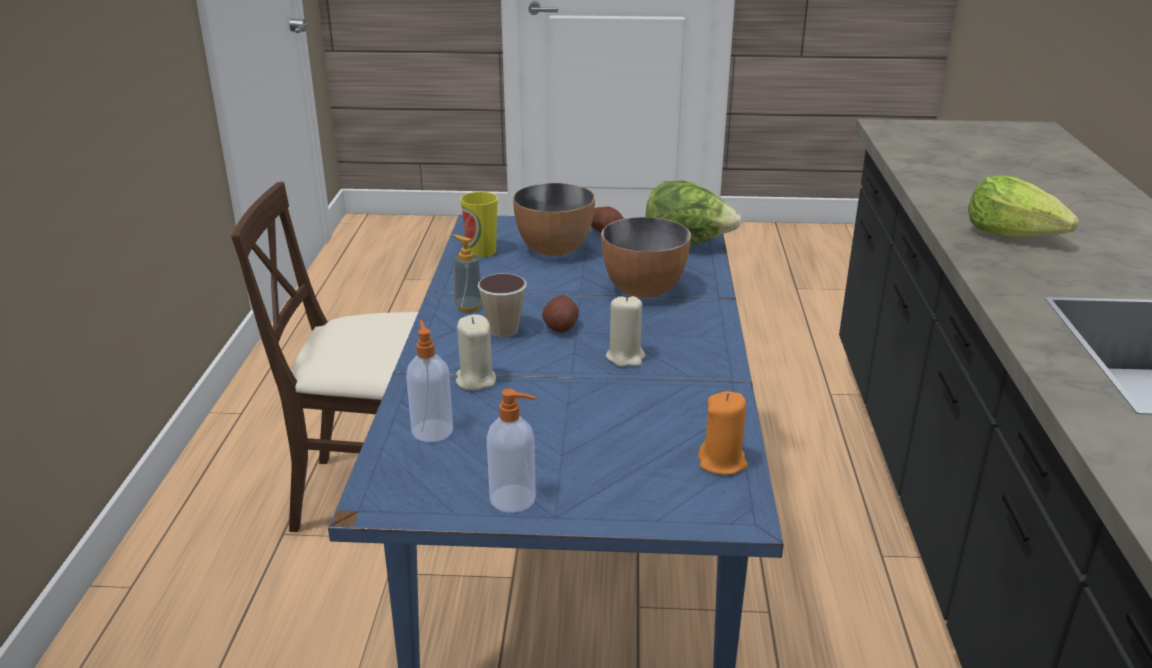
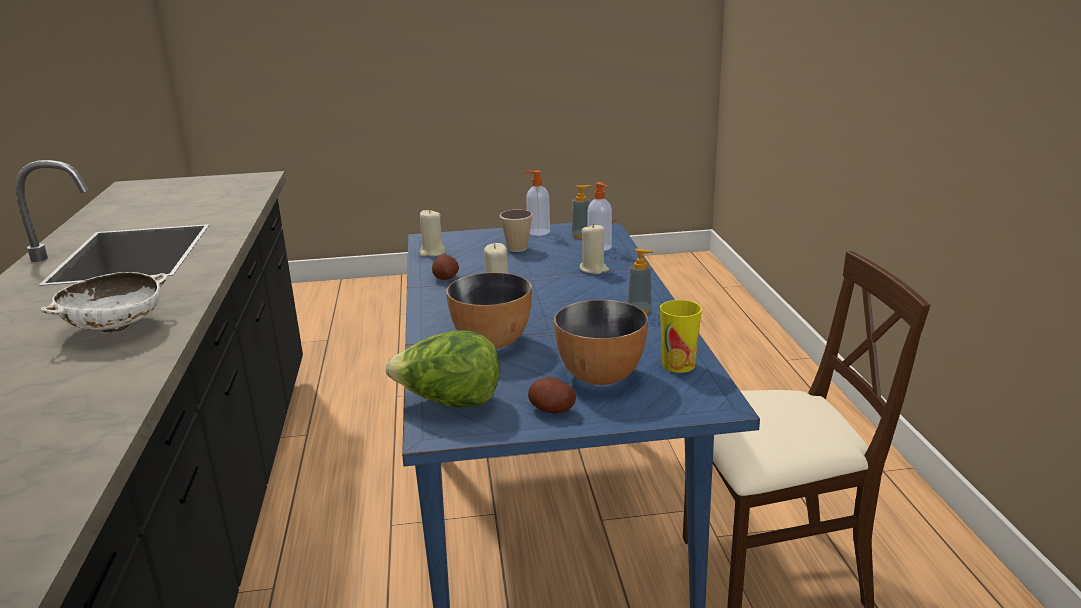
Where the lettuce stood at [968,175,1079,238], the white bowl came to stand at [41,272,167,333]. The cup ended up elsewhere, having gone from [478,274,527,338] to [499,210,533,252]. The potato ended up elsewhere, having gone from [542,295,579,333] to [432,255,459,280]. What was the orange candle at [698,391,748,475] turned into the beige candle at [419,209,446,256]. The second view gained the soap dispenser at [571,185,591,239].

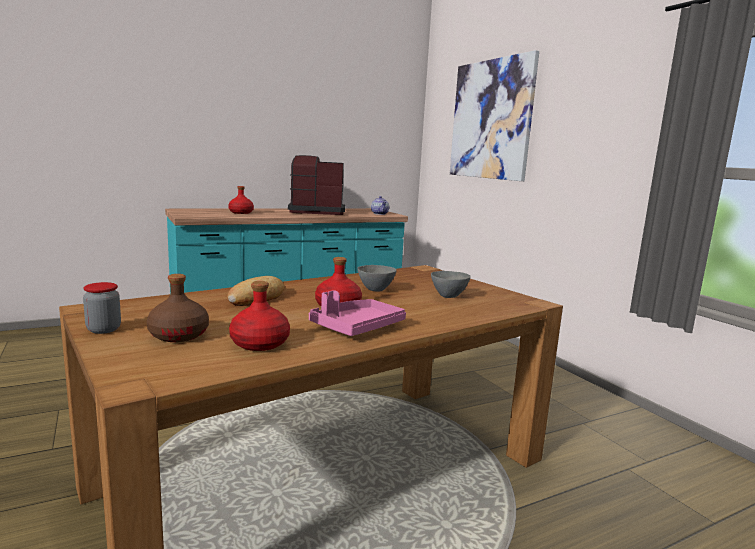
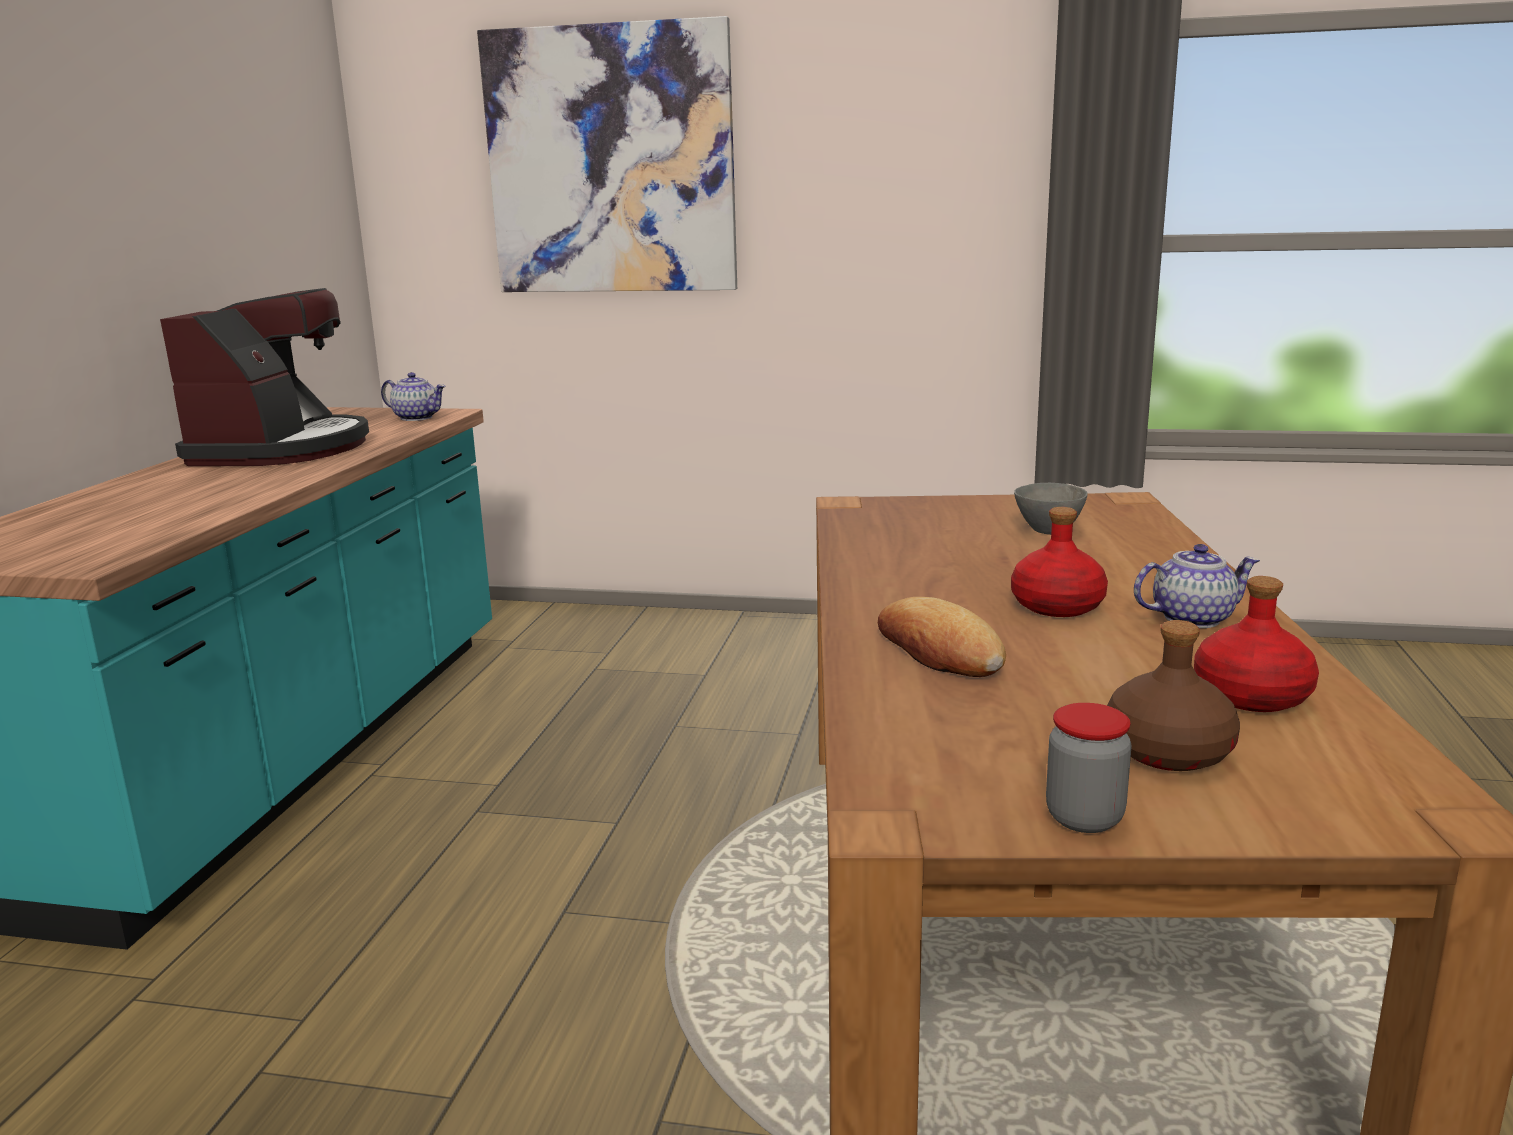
The coffee machine at [288,155,345,215] ended up facing another way, 150 degrees clockwise from before. The second view lost the red bottle at [228,186,254,214]. The second view lost the grey bowl at [358,265,397,292]. Where the pink tray stood at [309,290,406,336], the teapot came to stand at [1134,544,1260,628].

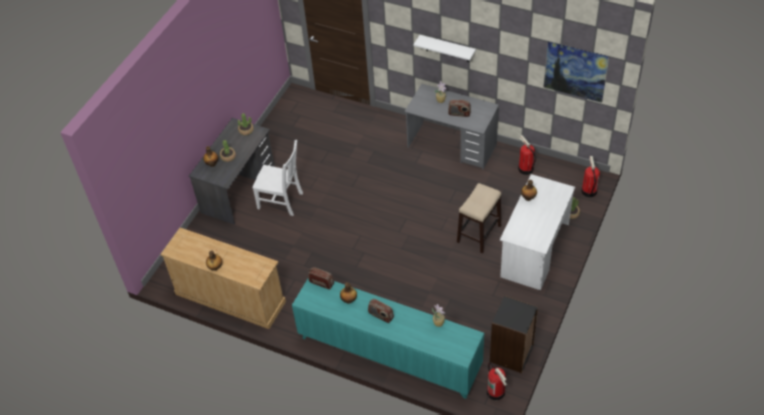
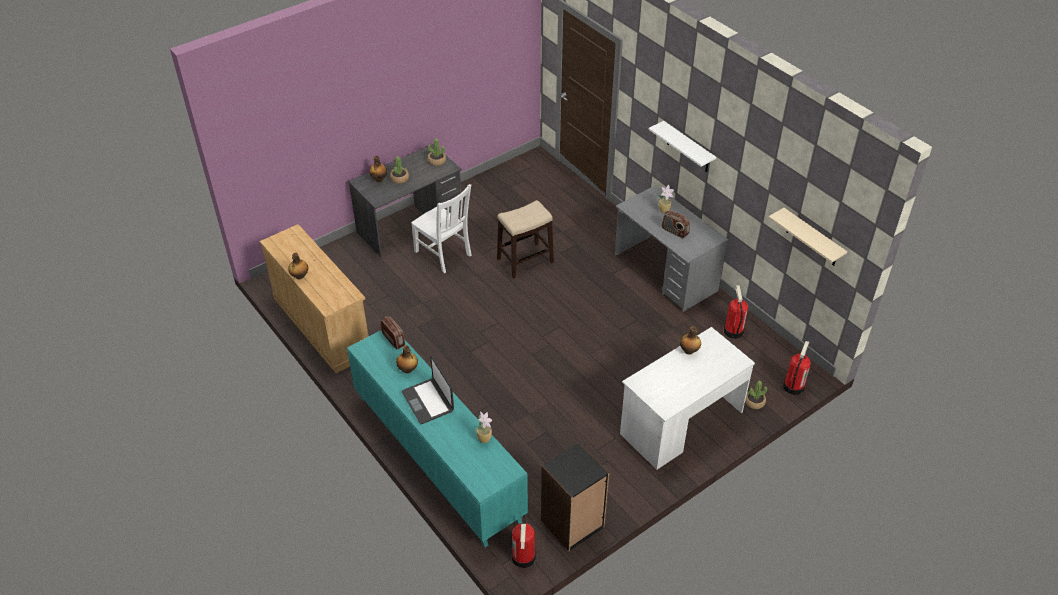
Where the picture hung at [544,41,609,103], the beige shelf came to hang at [768,208,847,266]. The stool ended up elsewhere, having gone from [457,183,501,254] to [497,200,554,279]. Where the radio stood at [368,299,394,323], the laptop came to stand at [402,356,454,424].

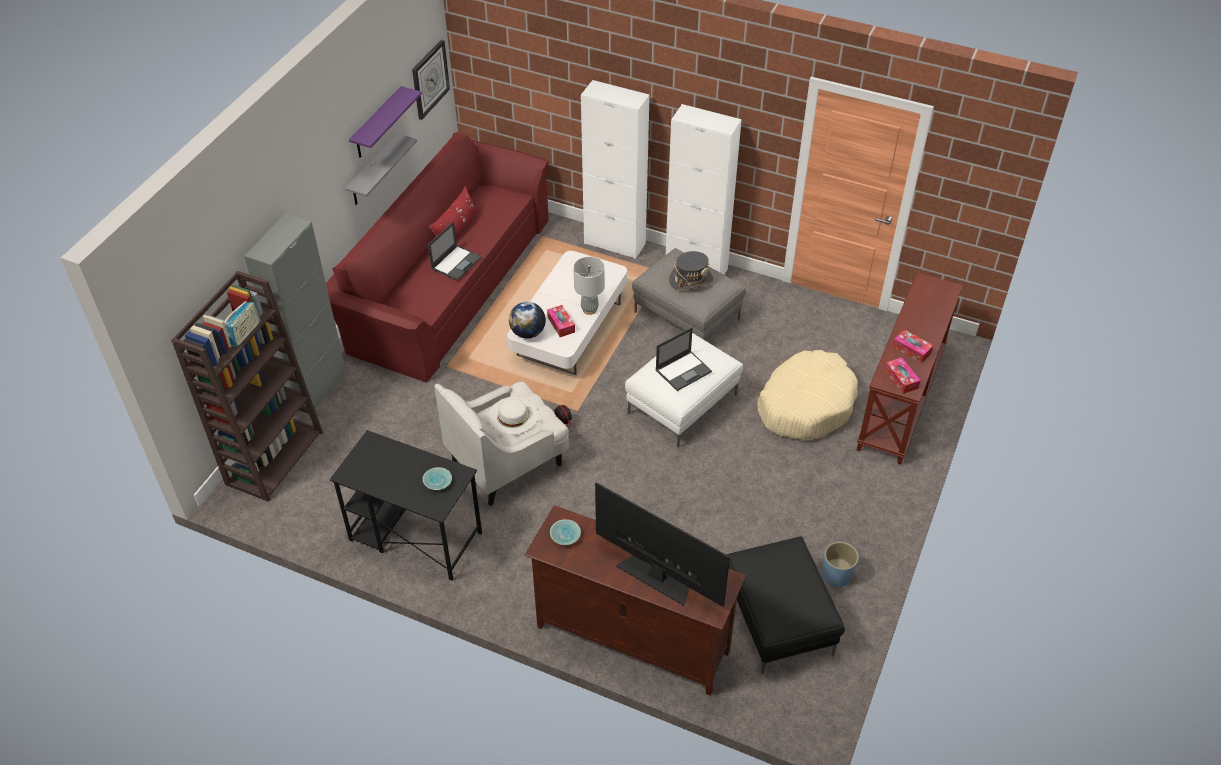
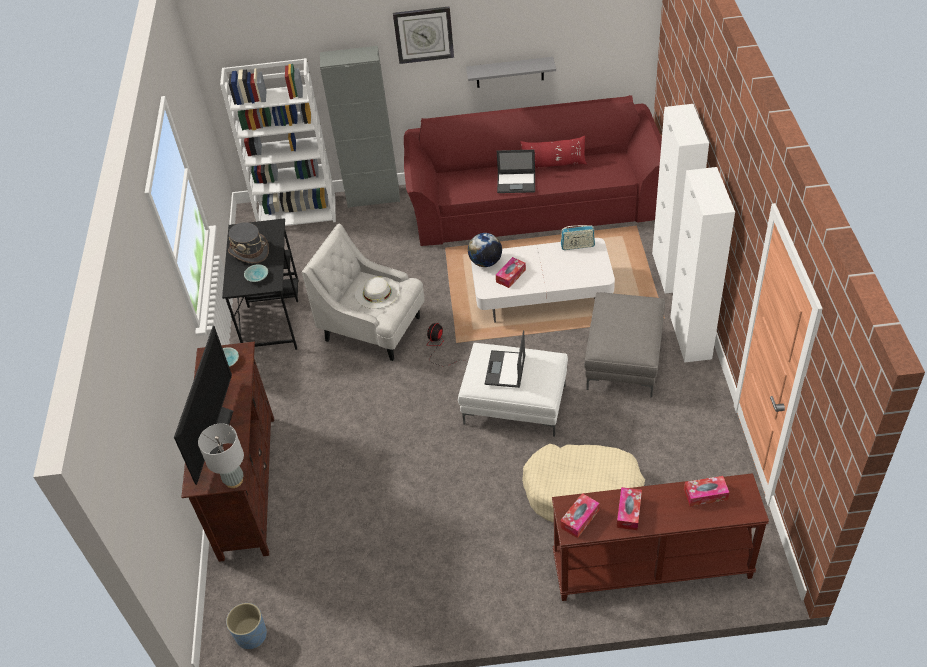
The wall clock ended up elsewhere, having gone from [412,39,450,120] to [393,6,454,64]. The second view lost the purple shelf at [349,86,422,158]. The grey hat ended up elsewhere, having gone from [669,251,713,290] to [228,222,269,263]. The grey table lamp ended up elsewhere, having gone from [573,257,605,315] to [198,423,244,488]. What was the brown bookcase at [171,271,323,502] turned into the white bookcase at [220,58,336,226]. The radio ended up elsewhere, having gone from [224,301,260,347] to [561,225,595,250]. The laptop at [656,327,712,391] ended up facing another way, 75 degrees clockwise from before. The second view lost the black ottoman at [726,536,845,674]. The blue planter ended up elsewhere, having gone from [822,542,859,588] to [226,603,267,649]. The second view gained the tissue box at [684,476,729,506].

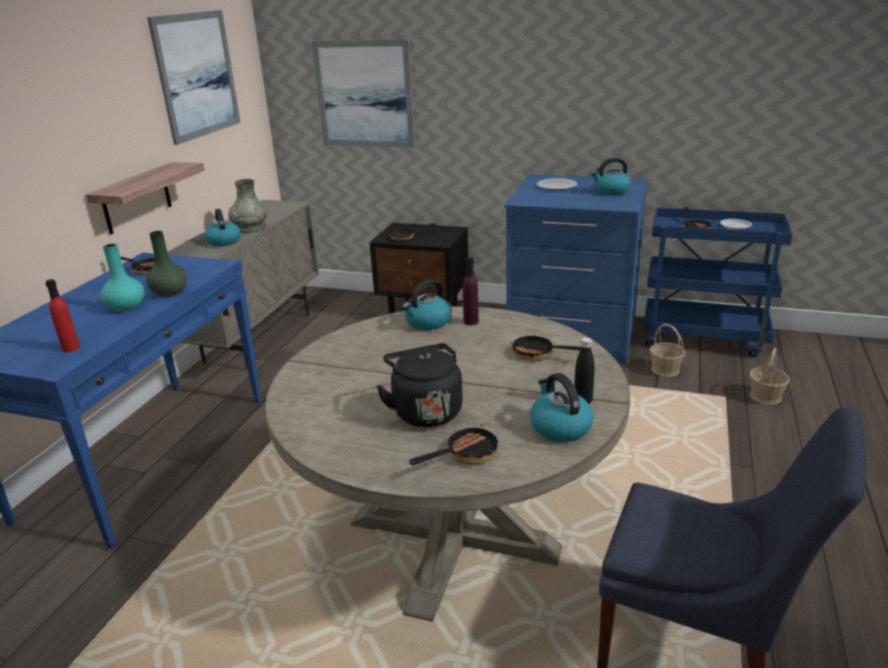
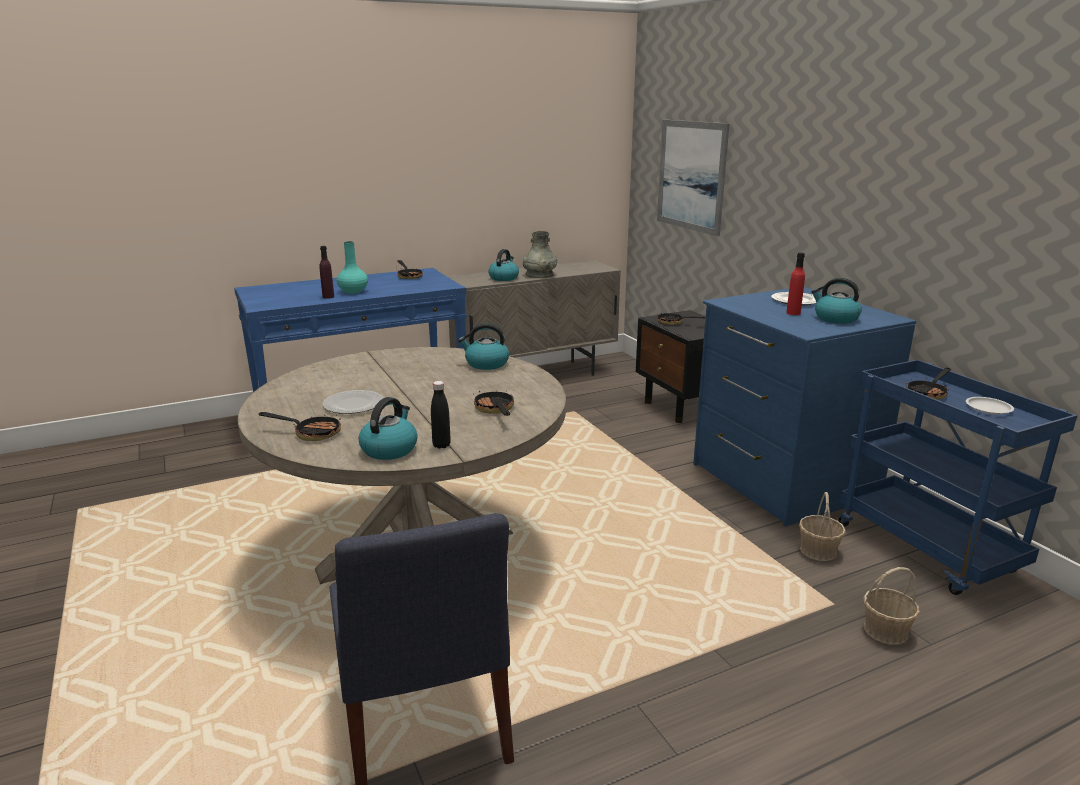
The second view lost the picture at [147,10,241,145]. The second view lost the shelf at [86,162,205,234]. The second view lost the green vase at [146,231,187,297]. The purple bottle ended up elsewhere, having gone from [463,257,479,325] to [319,246,334,299]. The red bottle ended up elsewhere, having gone from [45,279,80,352] to [786,252,805,315]. Where the black kettle stood at [376,343,463,427], the plate came to stand at [322,390,384,414].

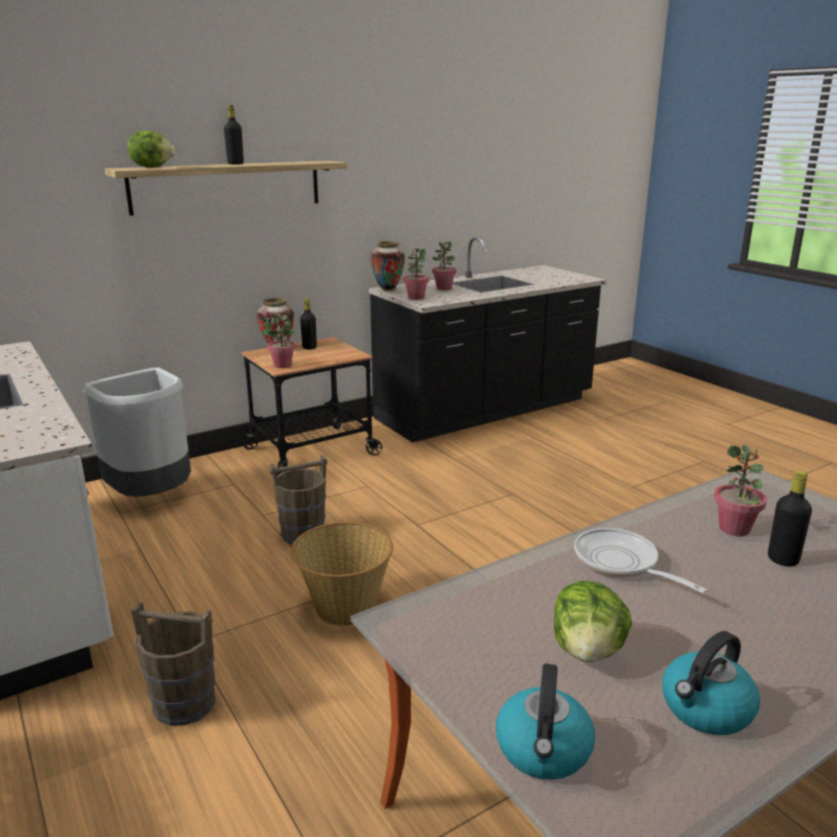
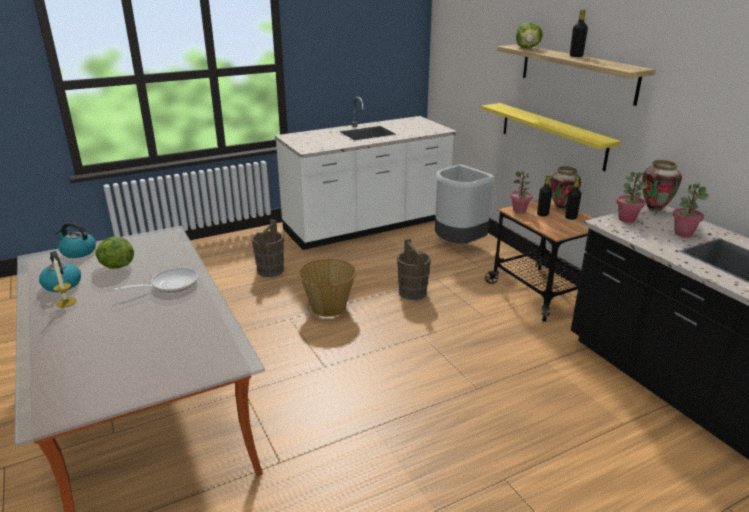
The second view lost the potted plant at [714,444,767,536]. The black bottle ended up elsewhere, having gone from [768,471,812,566] to [537,175,553,216]. The second view gained the yellow shelf at [481,103,622,172]. The second view gained the candle at [53,258,77,308].

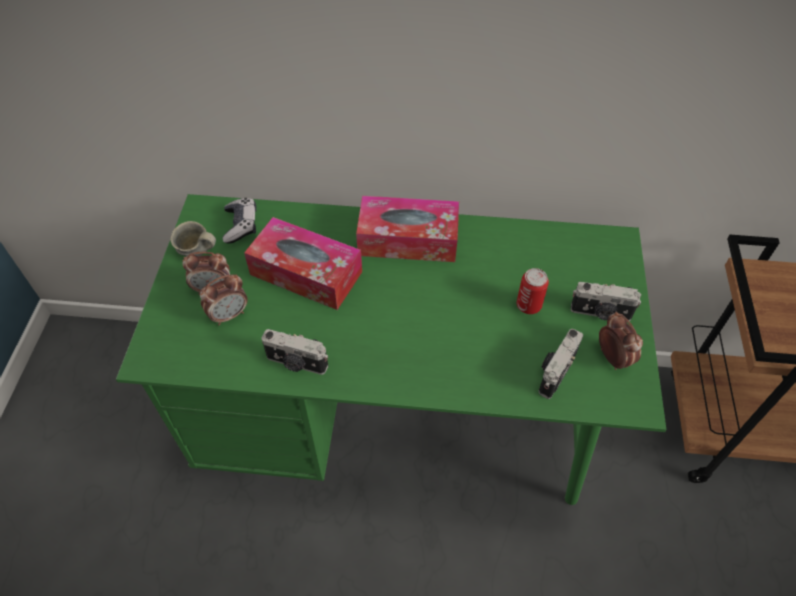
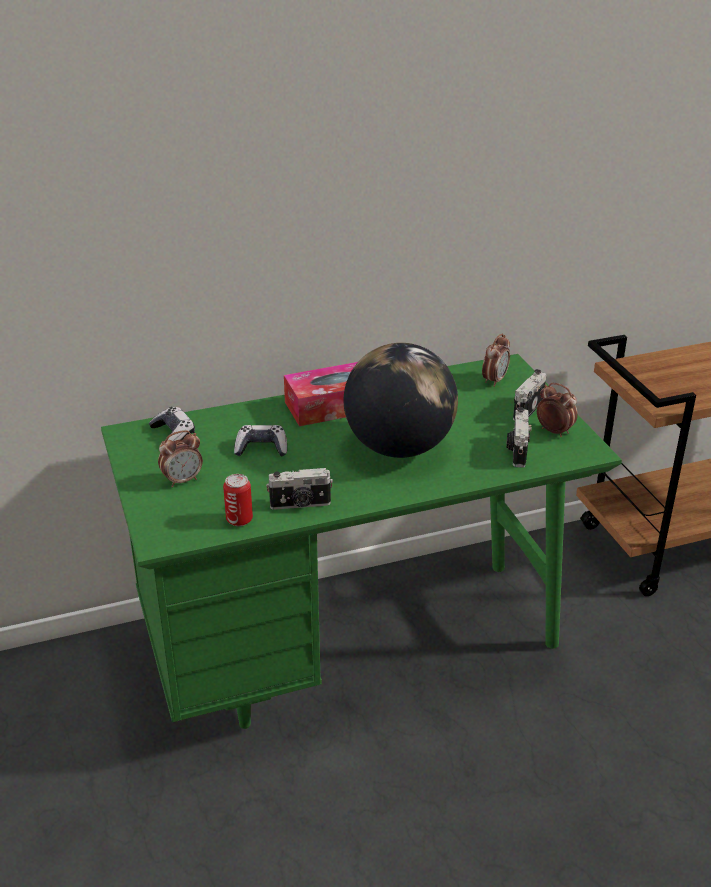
Where the tissue box stood at [244,217,362,310], the game controller came to stand at [234,425,287,457]. The second view lost the grey mug at [170,221,216,257]. The can ended up elsewhere, having gone from [517,268,549,314] to [223,474,253,526]. The alarm clock ended up elsewhere, having gone from [200,274,248,326] to [482,334,510,387]. The photo camera at [571,282,641,321] ended up facing another way, 135 degrees clockwise from before. The second view gained the globe at [344,343,458,458].

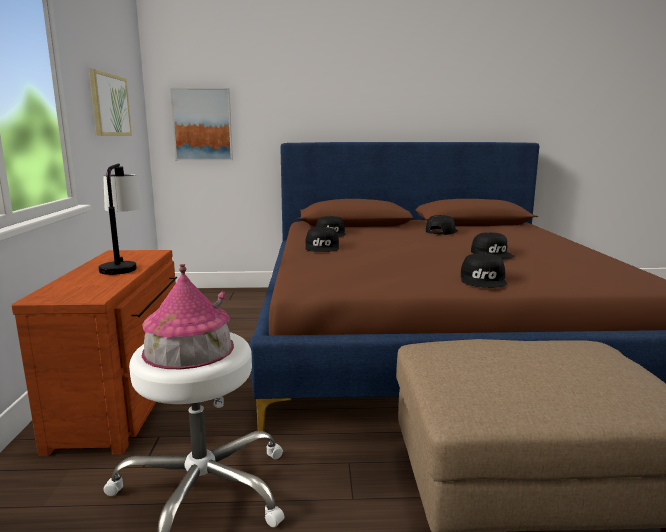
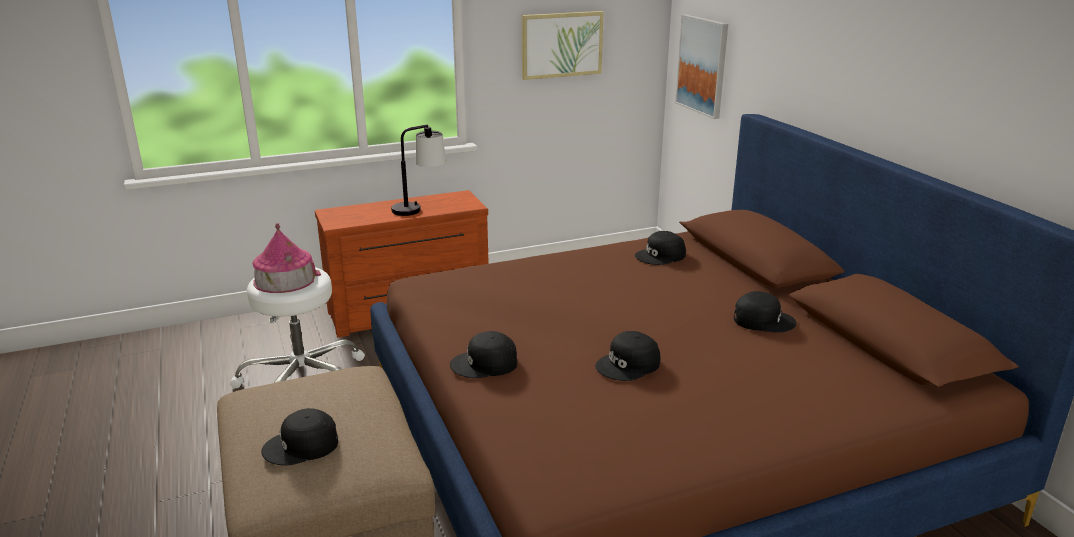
The black cap ended up elsewhere, having gone from [305,227,339,252] to [261,408,338,466].

